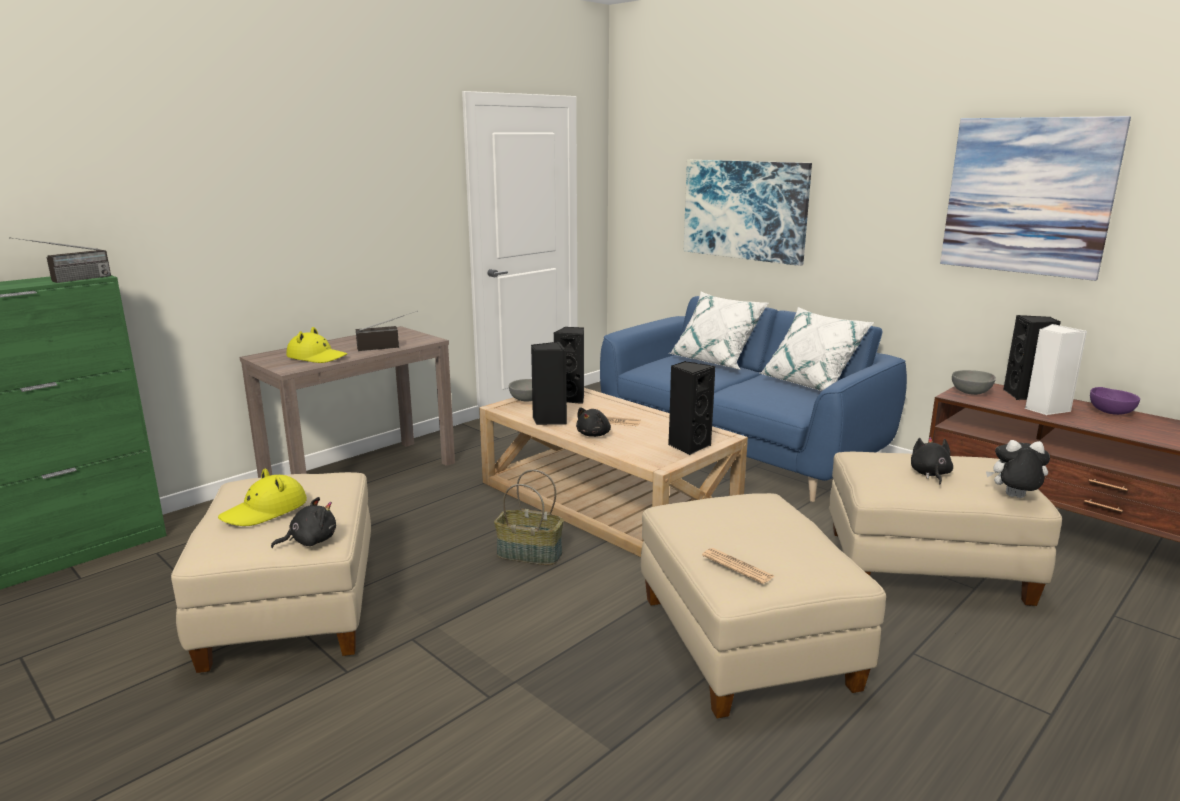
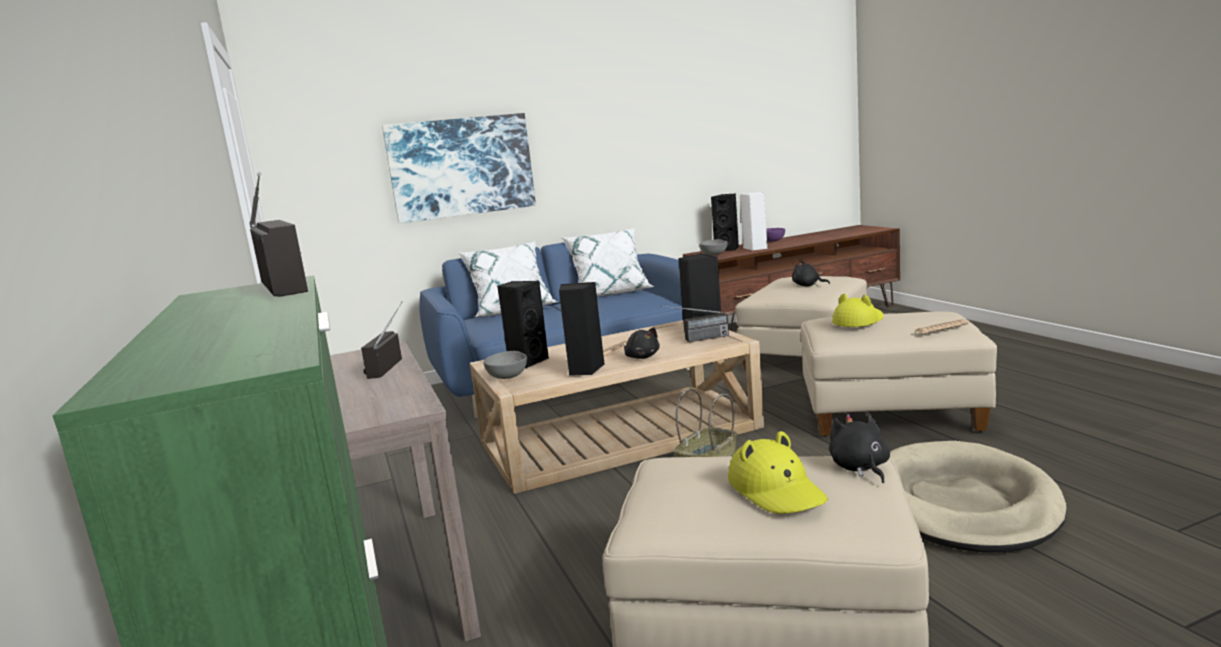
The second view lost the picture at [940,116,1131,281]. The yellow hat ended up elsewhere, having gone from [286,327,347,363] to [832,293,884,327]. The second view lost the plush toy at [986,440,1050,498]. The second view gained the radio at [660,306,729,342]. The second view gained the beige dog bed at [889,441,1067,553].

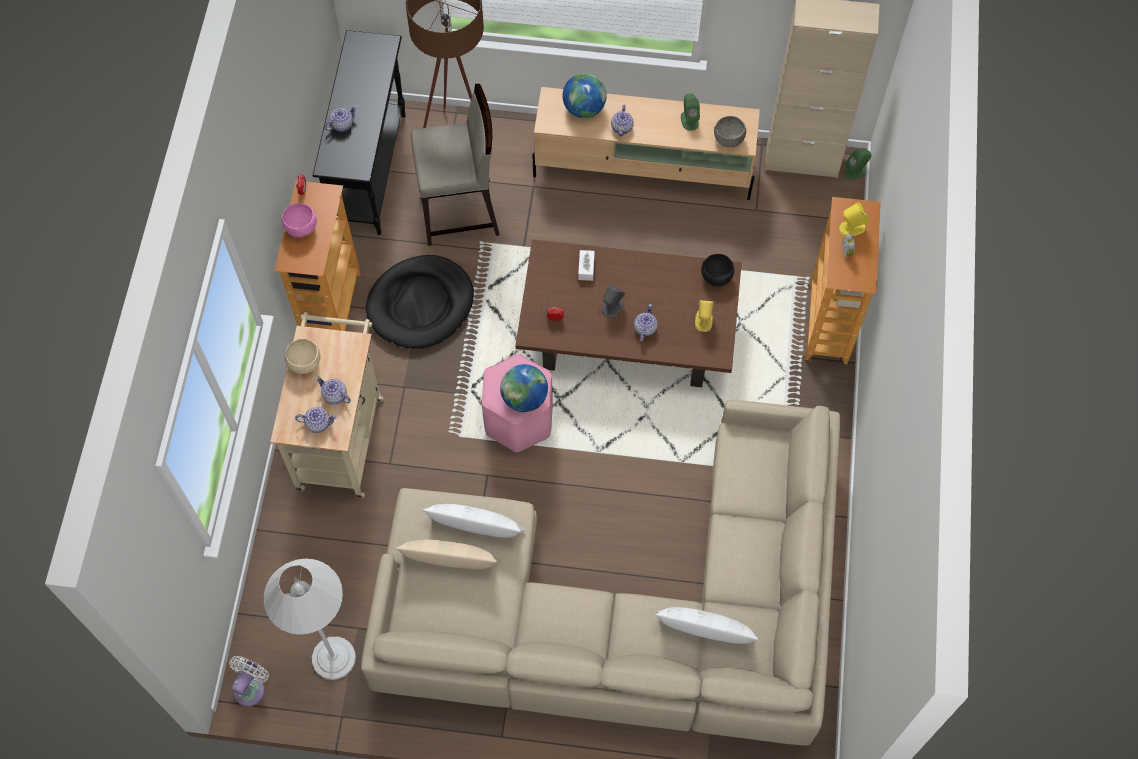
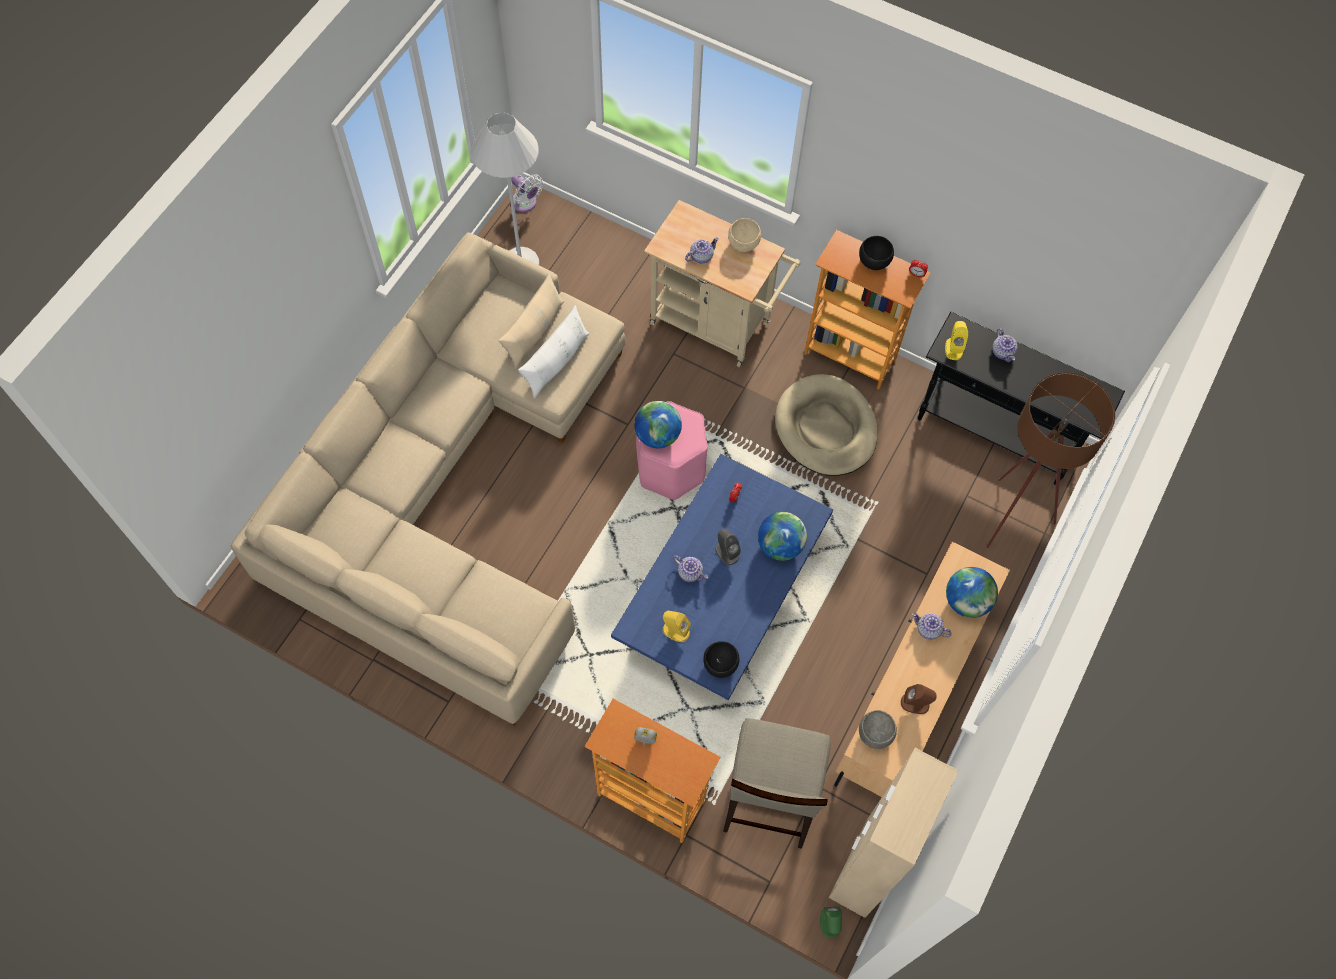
The beige stool ended up elsewhere, having gone from [411,84,500,246] to [723,718,831,849]. What was the green speaker at [681,93,700,131] turned into the brown speaker at [901,684,937,714]. The yellow speaker ended up elsewhere, having gone from [839,202,869,236] to [945,321,968,360]. What was the pink bowl at [282,203,317,237] turned into the black bowl at [859,236,894,270]. What was the brown coffee table at [515,239,742,387] turned into the blue coffee table at [611,454,833,700]. Where the white tissue box stood at [578,250,595,281], the globe came to stand at [758,512,807,561]. What was the black dog bed at [366,255,474,349] turned into the beige dog bed at [775,374,877,476]. The second view lost the teapot at [295,407,337,433]. The second view lost the white pillow at [656,607,758,644].

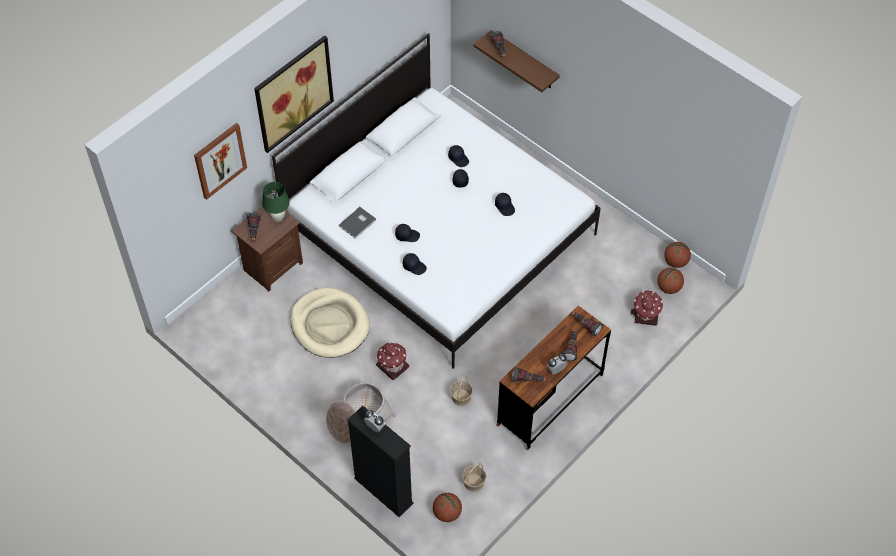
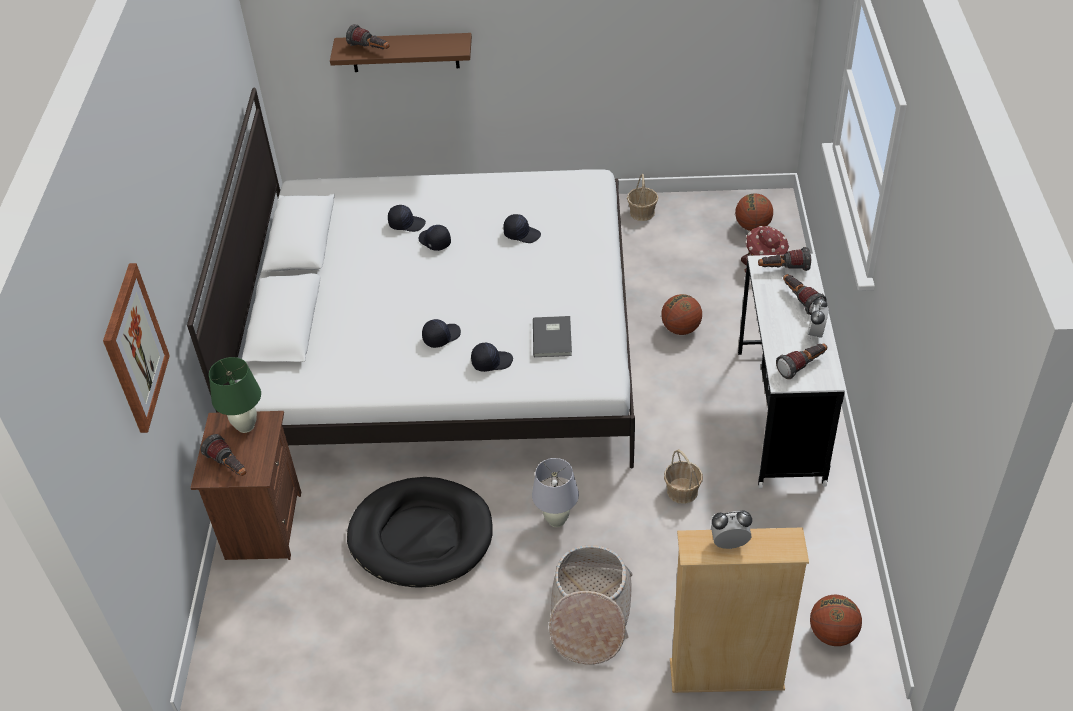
The second view lost the picture at [254,35,334,153]. The grey book ended up elsewhere, having gone from [339,207,376,238] to [533,316,572,357]. The basketball ended up elsewhere, having gone from [664,242,691,268] to [661,294,702,335]. What was the beige dog bed at [290,288,370,358] turned into the black dog bed at [347,477,493,588]. What was the brown desk at [496,306,611,450] turned into the white desk at [738,254,845,488]. Where the toy house stood at [376,342,409,380], the white table lamp came to stand at [532,458,579,527]. What was the black bookcase at [347,406,414,517] turned into the beige bookcase at [670,527,809,693]. The basket ended up elsewhere, having gone from [462,463,486,492] to [627,174,658,221].

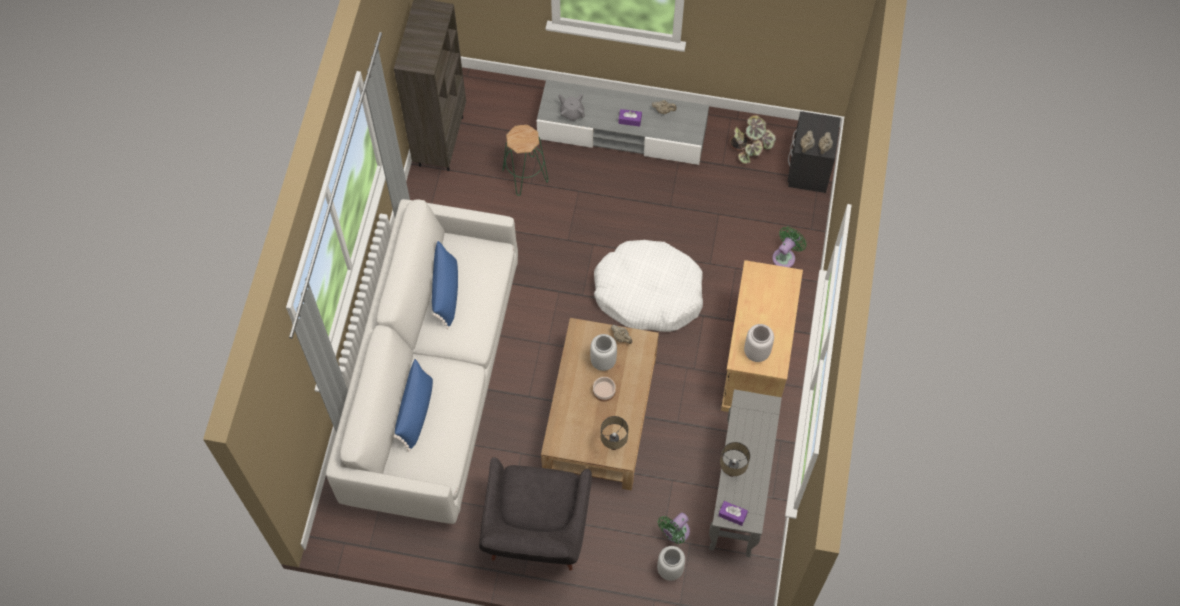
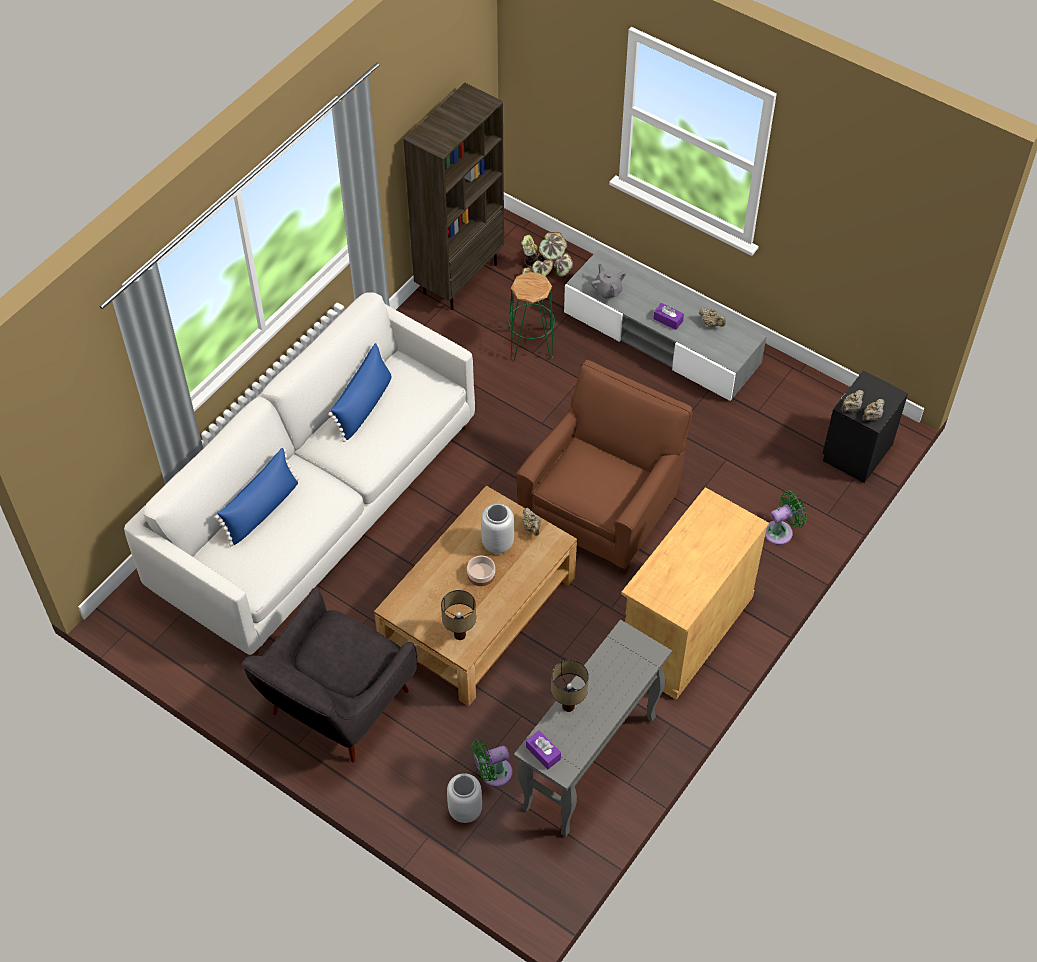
The potted plant ended up elsewhere, having gone from [729,115,776,164] to [521,232,573,277]. Where the white dog bed stood at [594,240,703,332], the brown armchair came to stand at [516,360,692,575]. The second view lost the grey vase at [744,324,774,362].

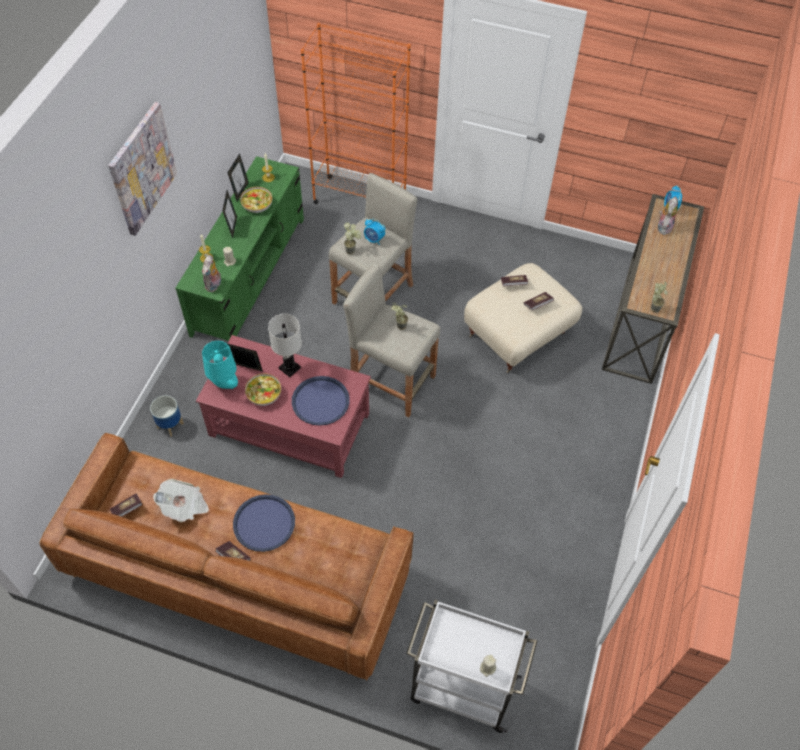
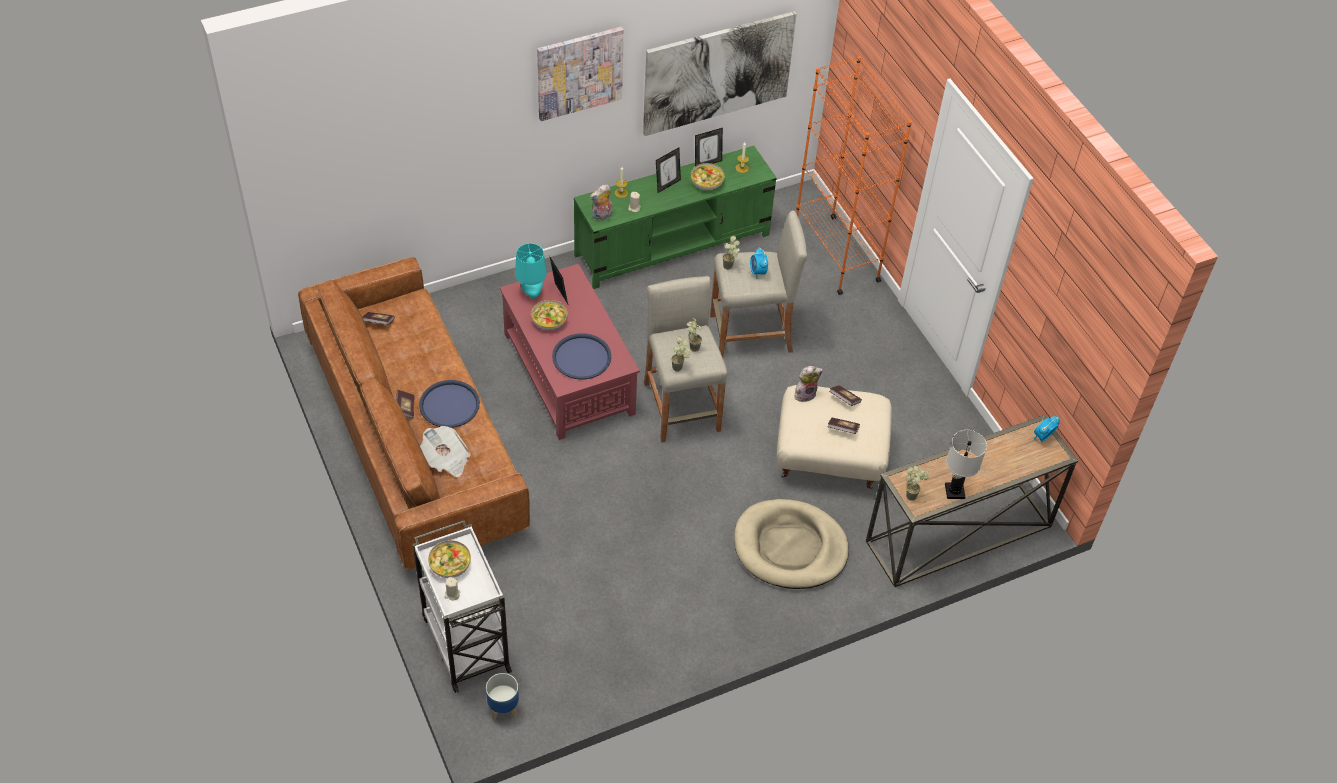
The plush toy ended up elsewhere, having gone from [658,197,678,235] to [795,366,823,402]. The white table lamp ended up elsewhere, having gone from [268,314,302,377] to [945,430,987,499]. The planter ended up elsewhere, having gone from [150,395,184,437] to [486,673,519,720]. The newspaper ended up elsewhere, having gone from [153,479,209,522] to [420,426,471,477]. The second view gained the picture at [643,11,797,136]. The second view gained the potted plant at [671,336,690,372]. The second view gained the beige dog bed at [734,499,849,589]. The second view gained the bowl at [428,540,471,578].

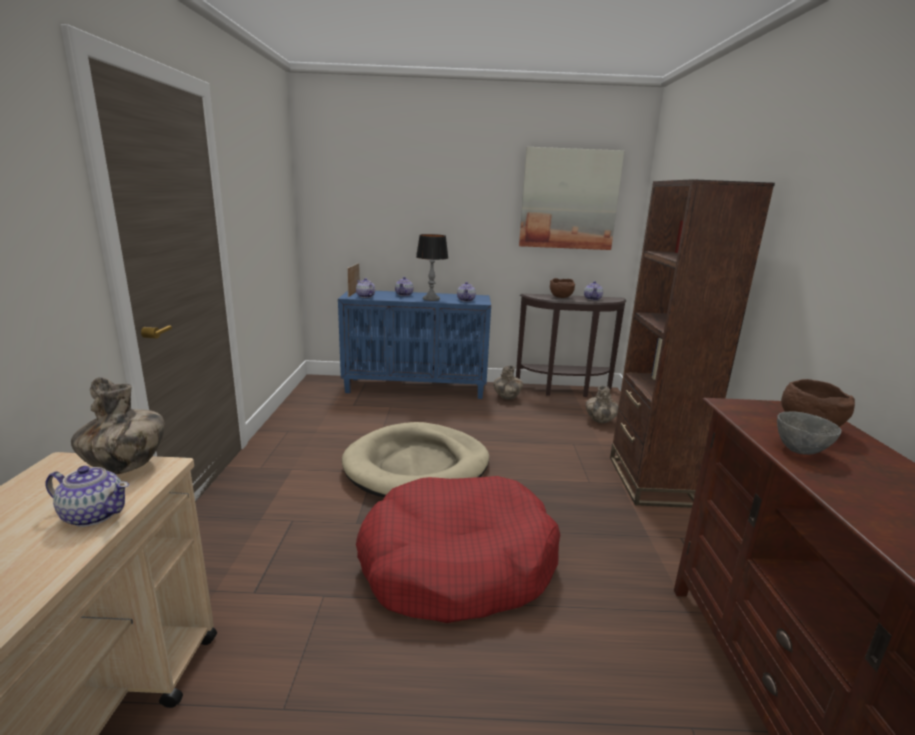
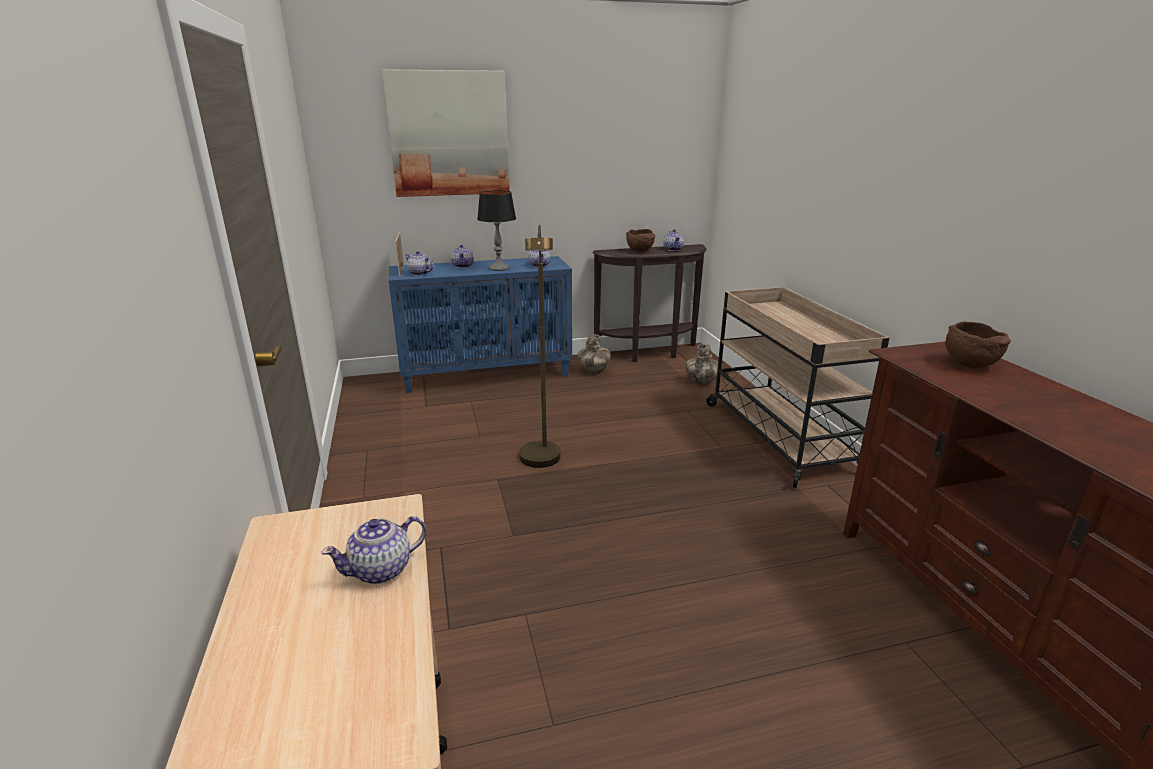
The picture ended up elsewhere, having gone from [519,147,624,250] to [382,69,510,197]. Where the brown bookcase stood at [610,179,775,508], the beige cart came to stand at [706,287,890,488]. The second view lost the vase at [71,377,165,474]. The second view lost the grey bowl at [777,412,842,455]. Where the beige dog bed stood at [342,422,489,497], the brown floor lamp came to stand at [519,225,561,468]. The teapot at [45,466,129,527] ended up facing another way, 150 degrees clockwise from before. The second view lost the red dog bed at [356,476,560,623].

